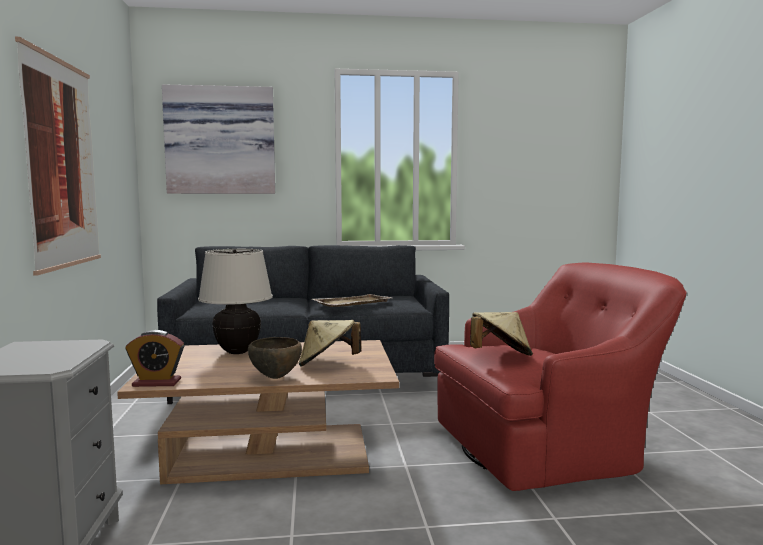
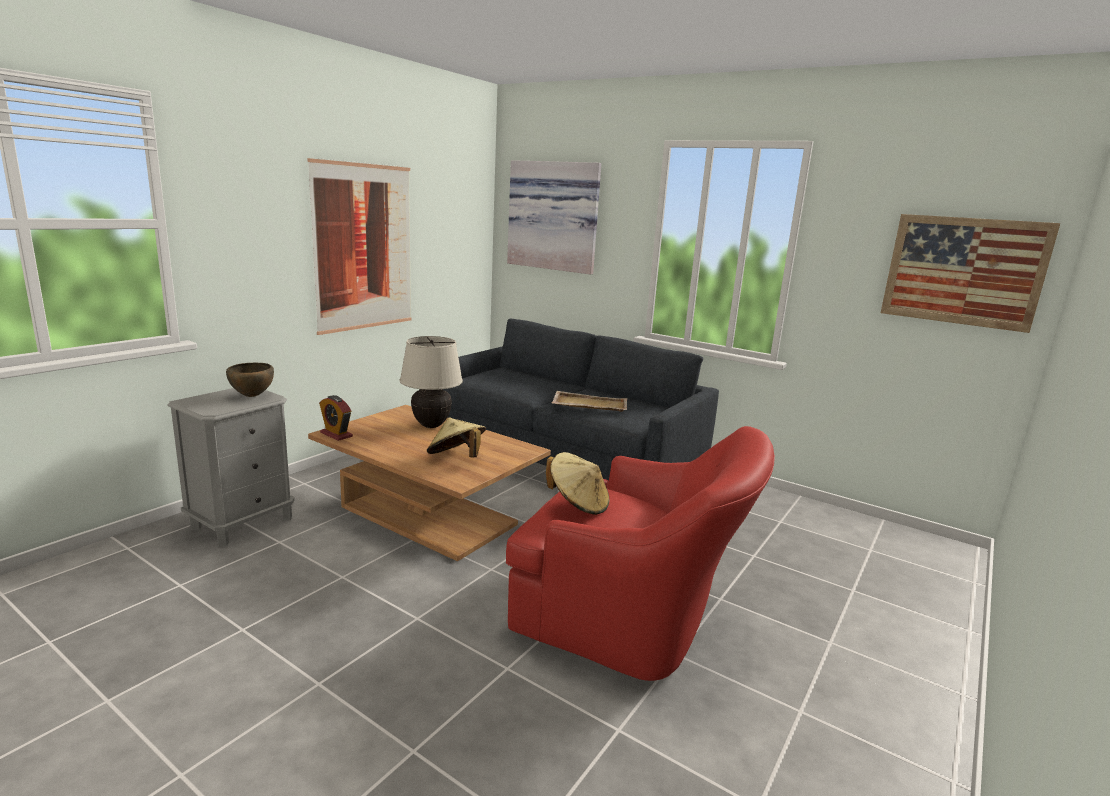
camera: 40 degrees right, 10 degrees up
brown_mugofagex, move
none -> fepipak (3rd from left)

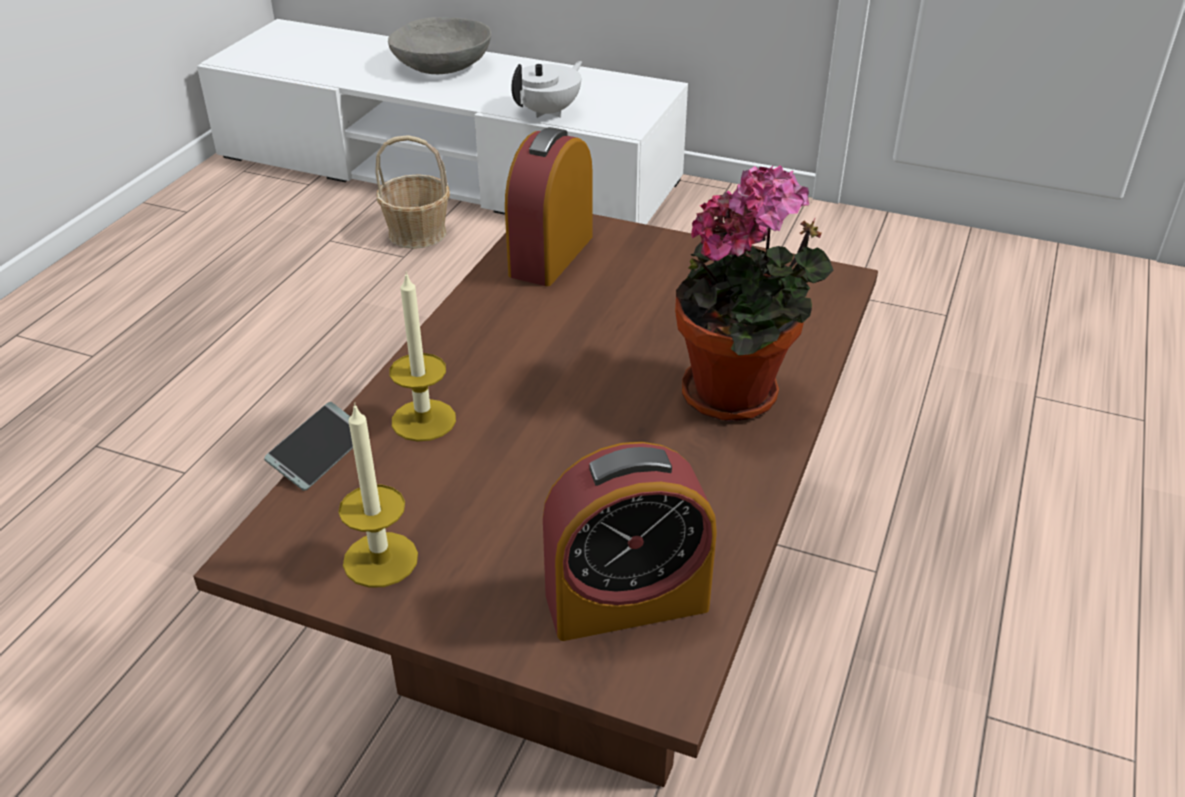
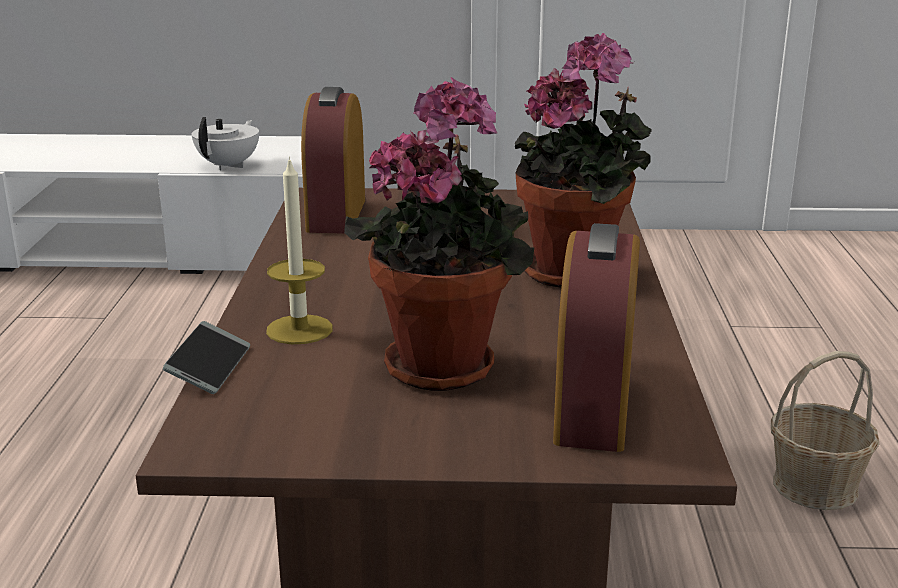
camera: 20 degrees left, 15 degrees down
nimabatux (1st from left) -> none
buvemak, move
grey_mugofagex -> none
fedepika (2nd from left), 135 degrees clockwise
none -> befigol (1st from left)

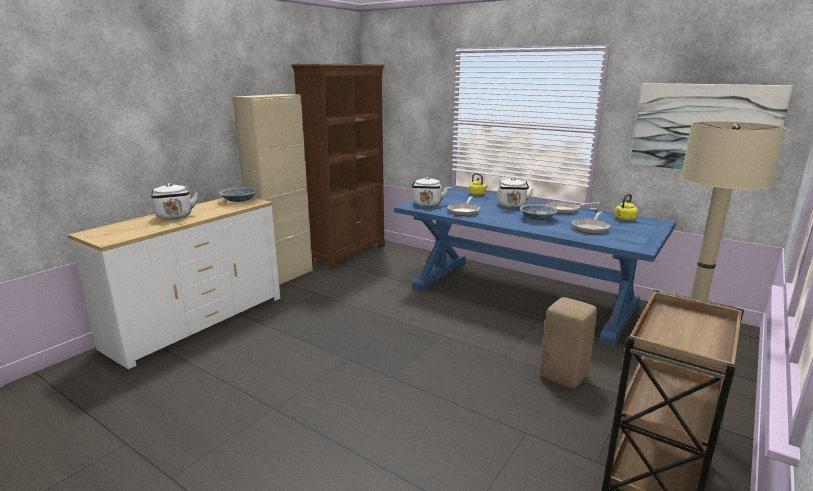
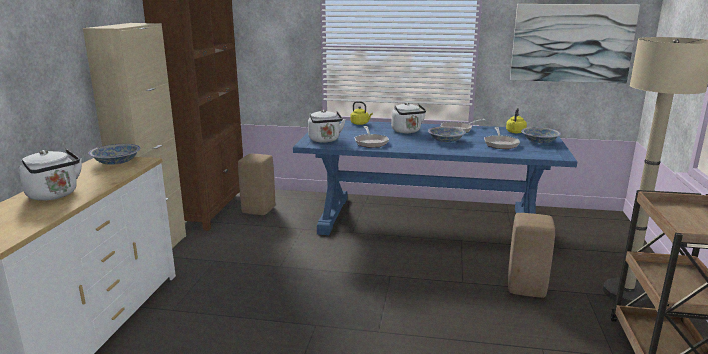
camera: 25 degrees left, 0 degrees up
none -> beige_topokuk (1st from left)
none -> mugofagex (3rd from left)

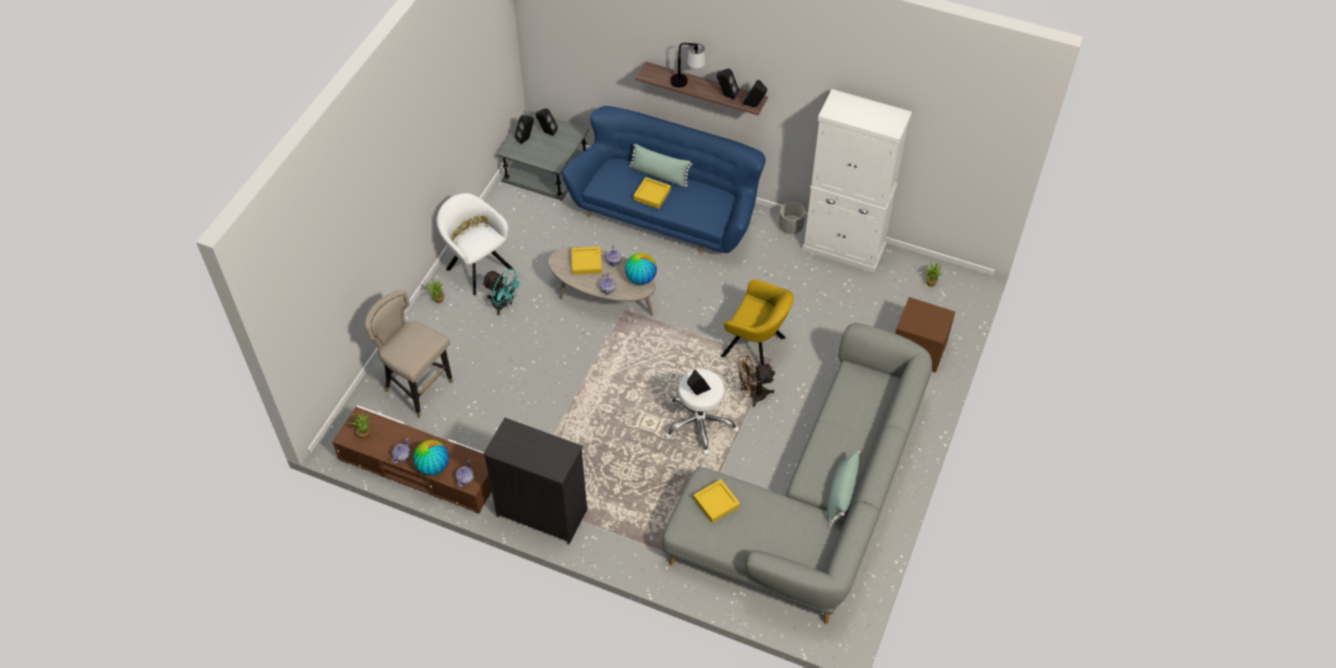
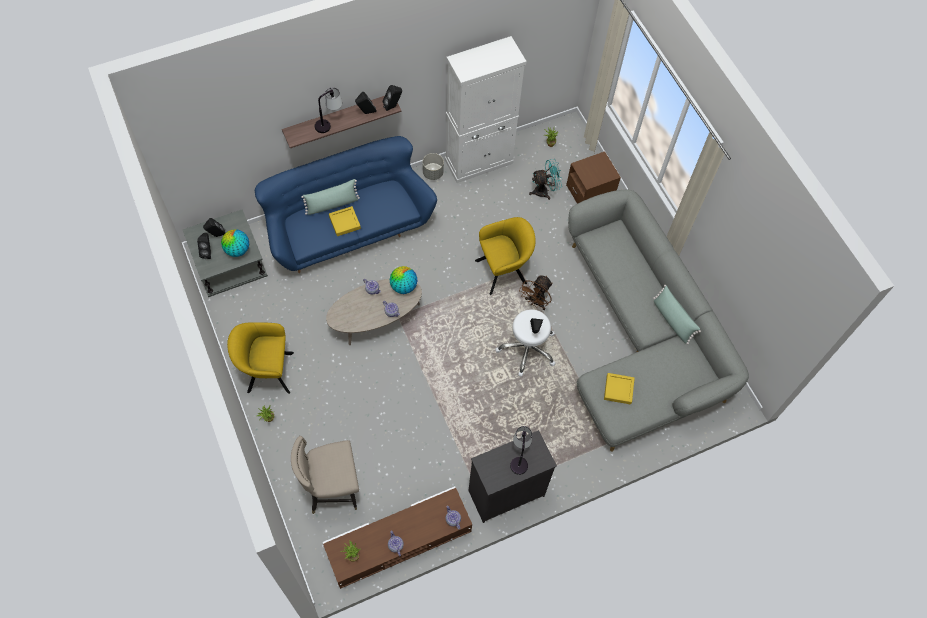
camera: 50 degrees left, 10 degrees up
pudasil (1st from left), move
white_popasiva -> yellow_popasiva (1st from left)
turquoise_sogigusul, move
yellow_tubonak (1st from left) -> none
none -> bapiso (2nd from left)

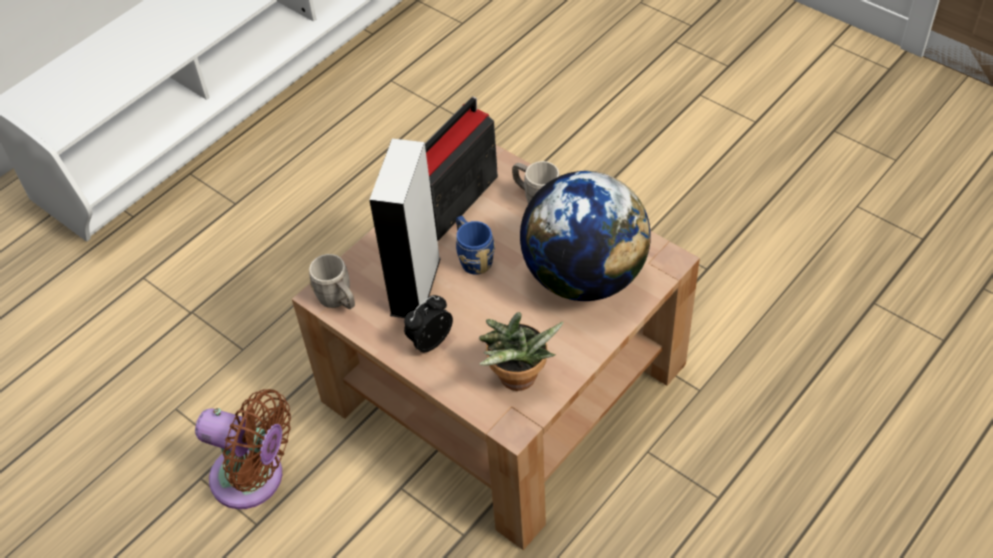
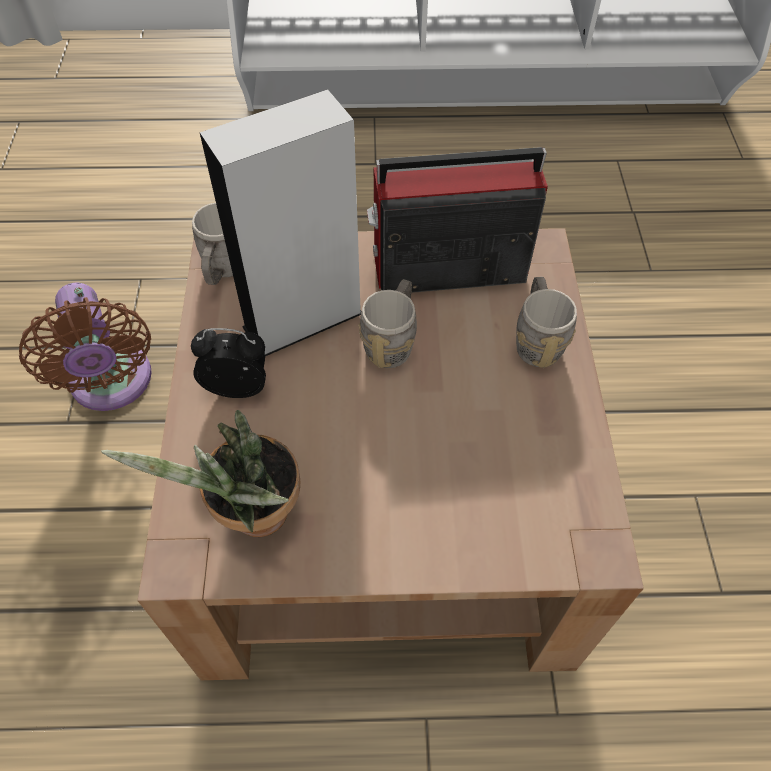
camera: 45 degrees right, 5 degrees up
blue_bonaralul -> grey_bonaralul (2nd from left)
pudasil -> none

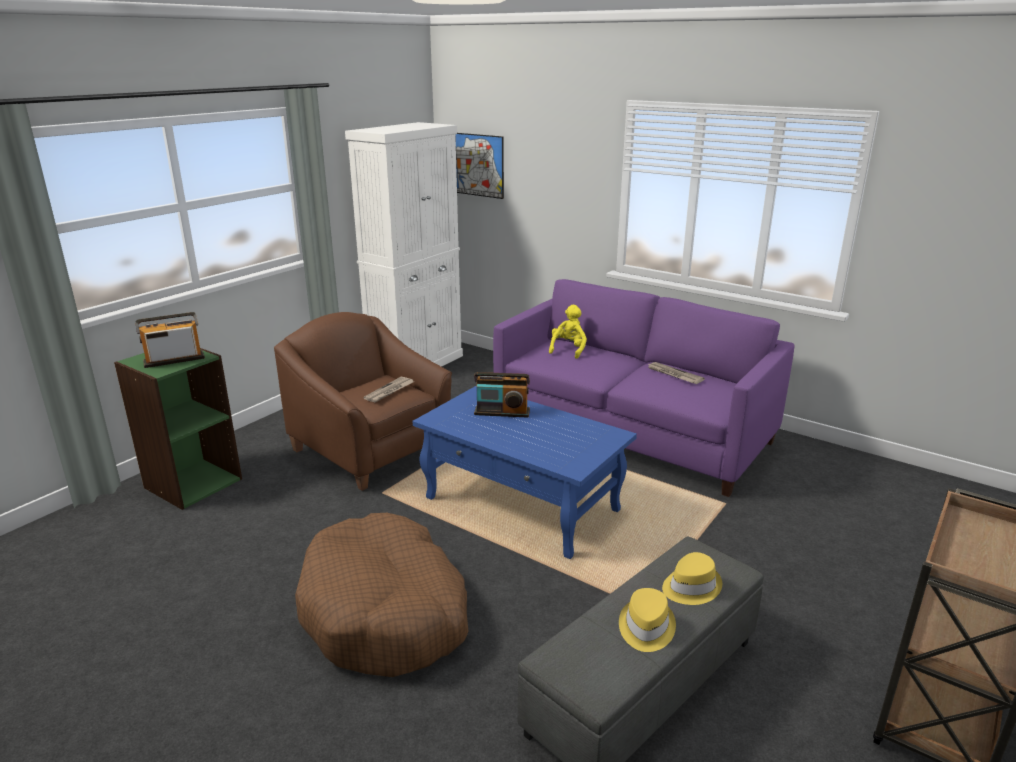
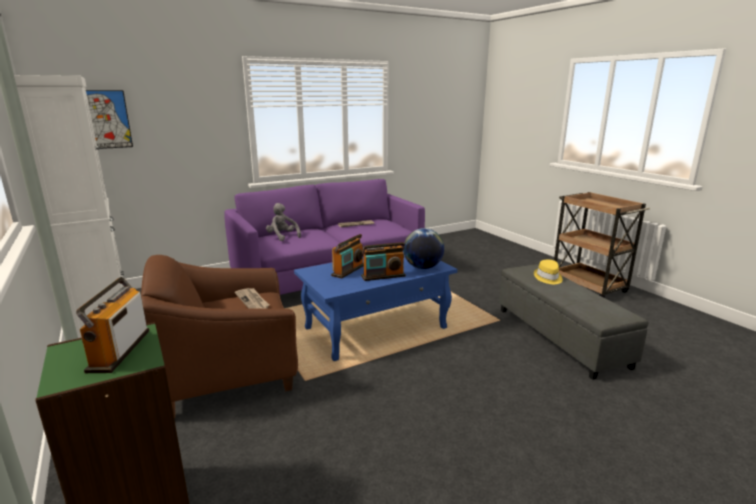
camera: 65 degrees left, 5 degrees down
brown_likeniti -> none
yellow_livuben -> grey_livuben
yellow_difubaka (1st from left) -> none
none -> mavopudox (3rd from left)
none -> pudasil

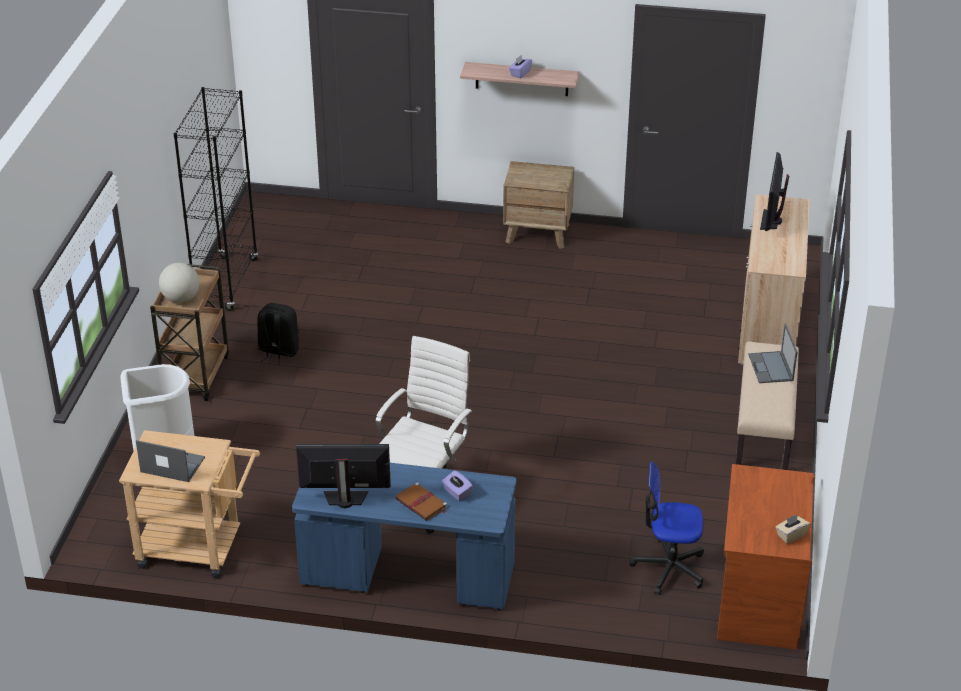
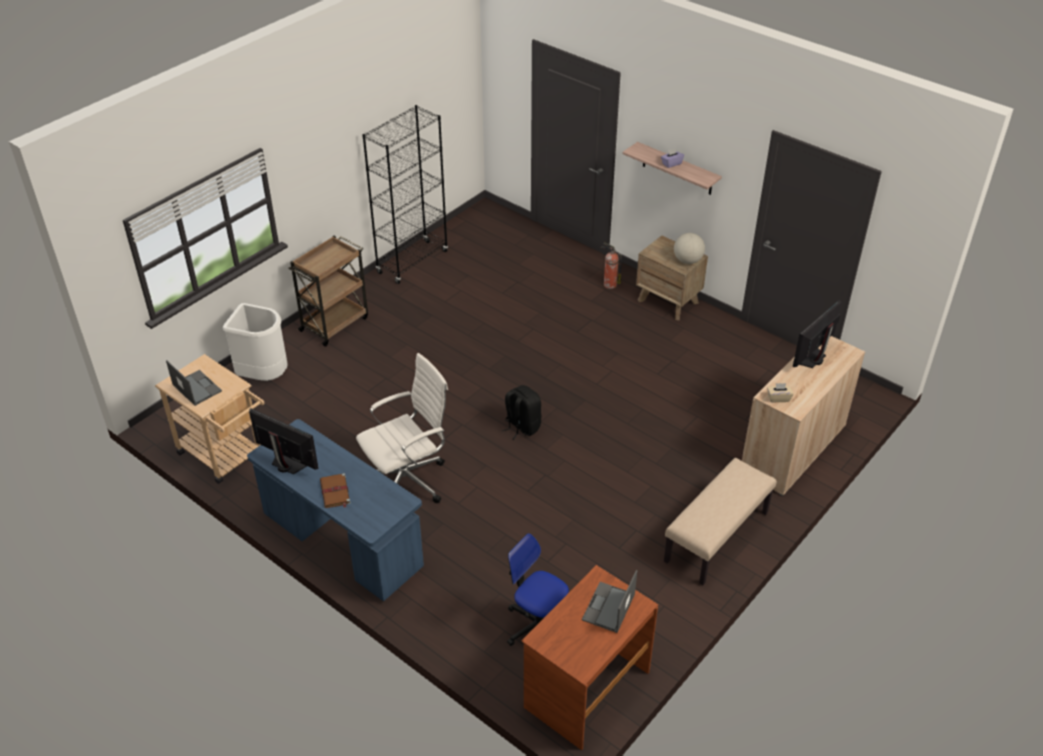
camera: 30 degrees right, 5 degrees up
pudasil, move
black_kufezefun, move
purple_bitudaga (1st from left) -> none
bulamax (2nd from left), move
beige_bitudaga, move
none -> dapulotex

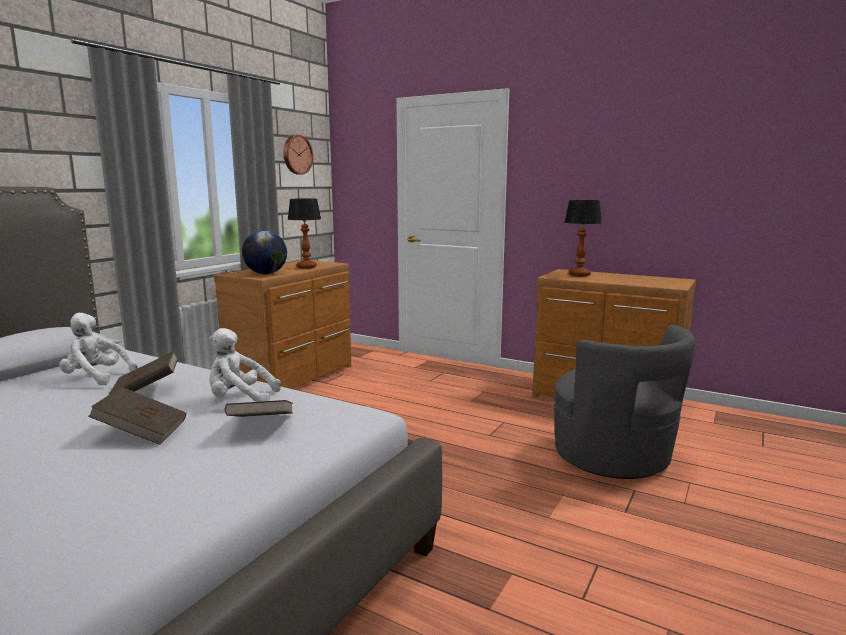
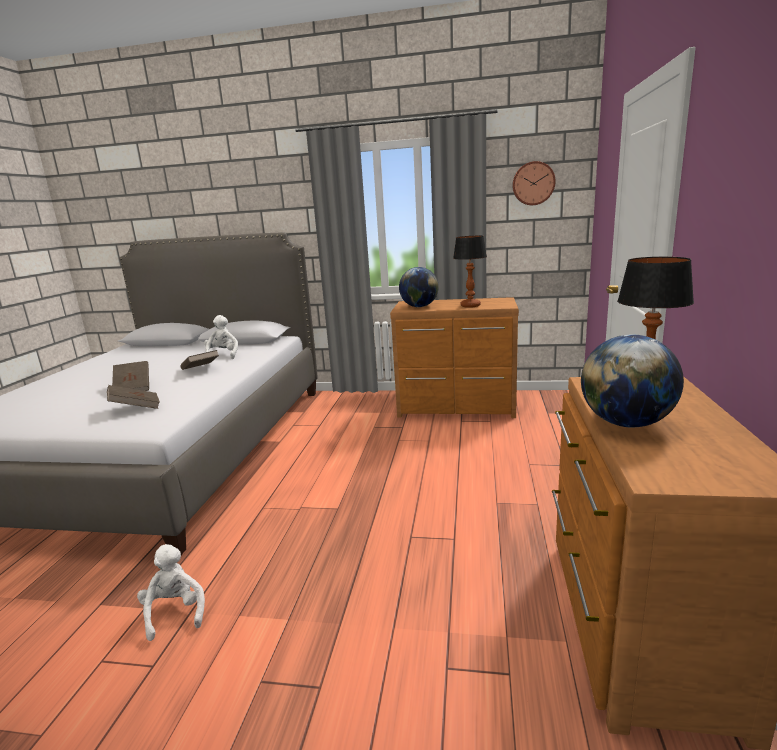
camera: 70 degrees right, 5 degrees up
white_livuben (2nd from left in the first image) -> white_livuben (1st from left), move
grey_popasiva -> none
none -> pudasil (2nd from left)

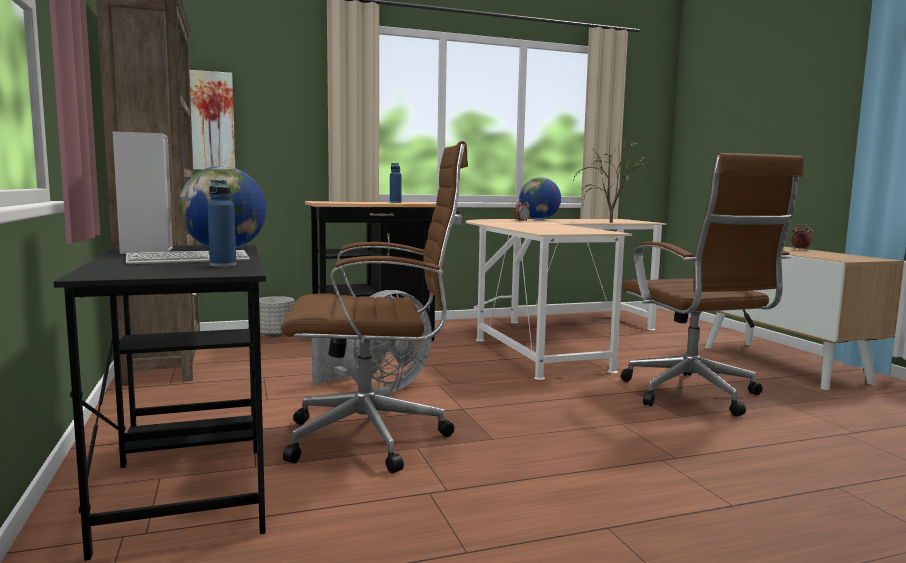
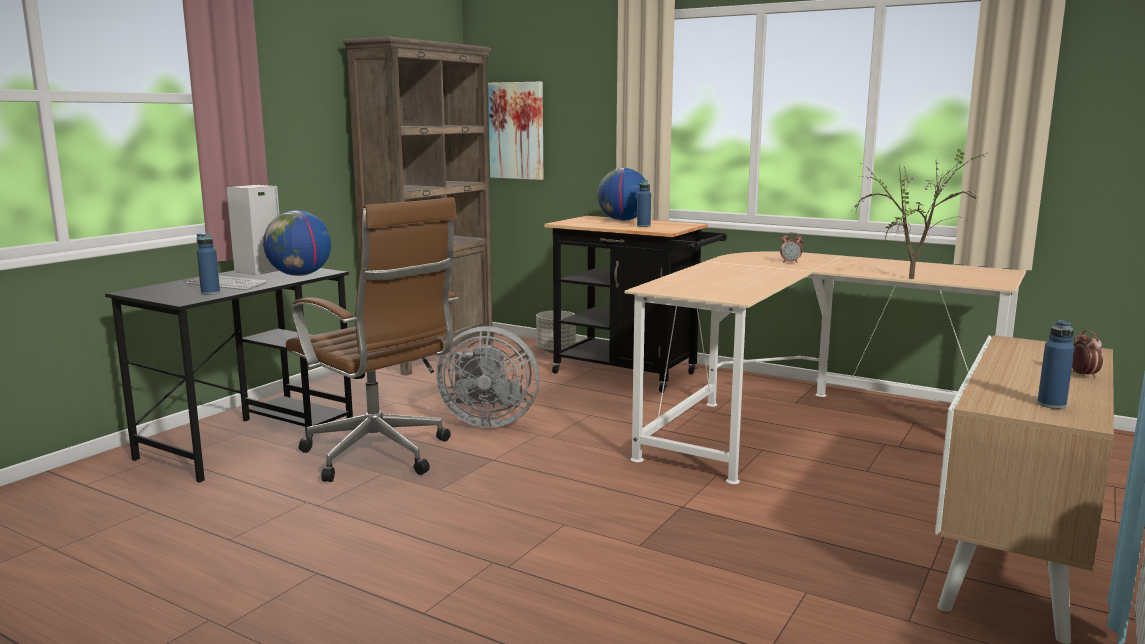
camera: 50 degrees right, 5 degrees up
pudasil (2nd from left), move
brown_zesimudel (2nd from left) -> none
none -> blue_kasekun (3rd from left)

